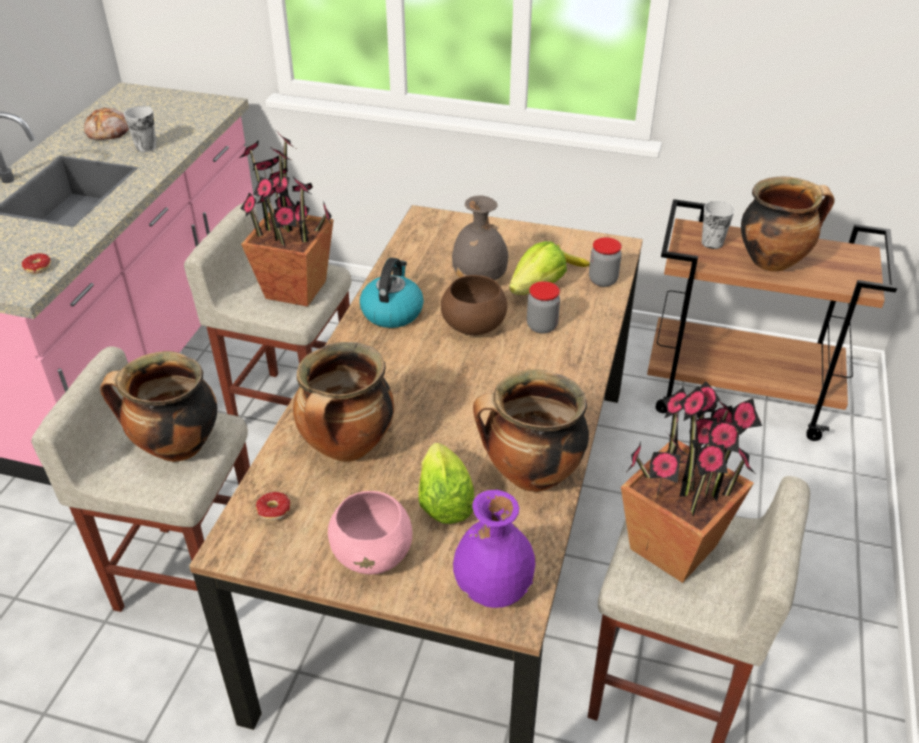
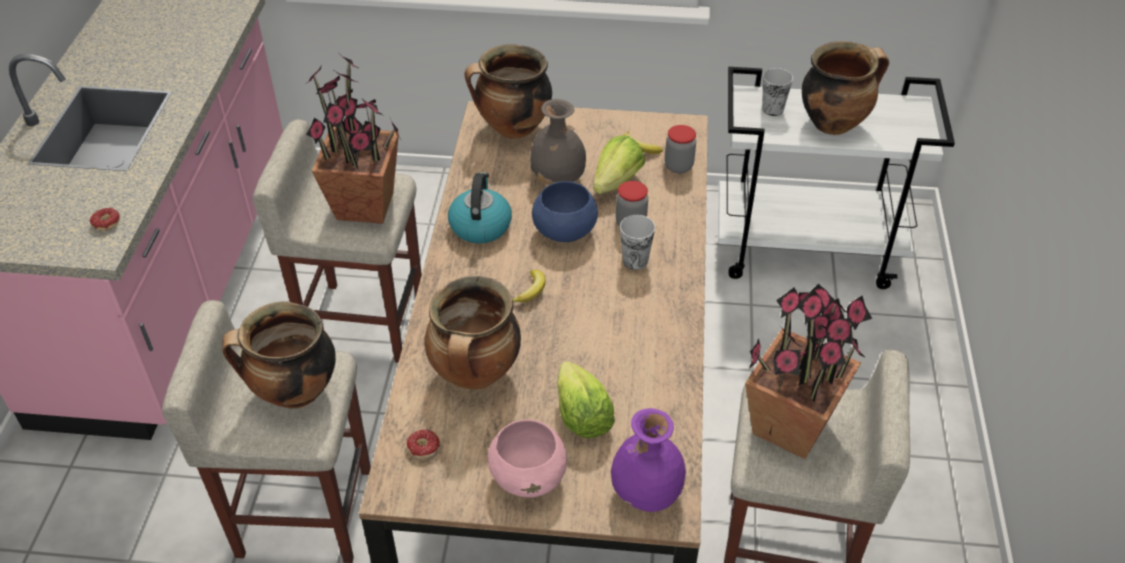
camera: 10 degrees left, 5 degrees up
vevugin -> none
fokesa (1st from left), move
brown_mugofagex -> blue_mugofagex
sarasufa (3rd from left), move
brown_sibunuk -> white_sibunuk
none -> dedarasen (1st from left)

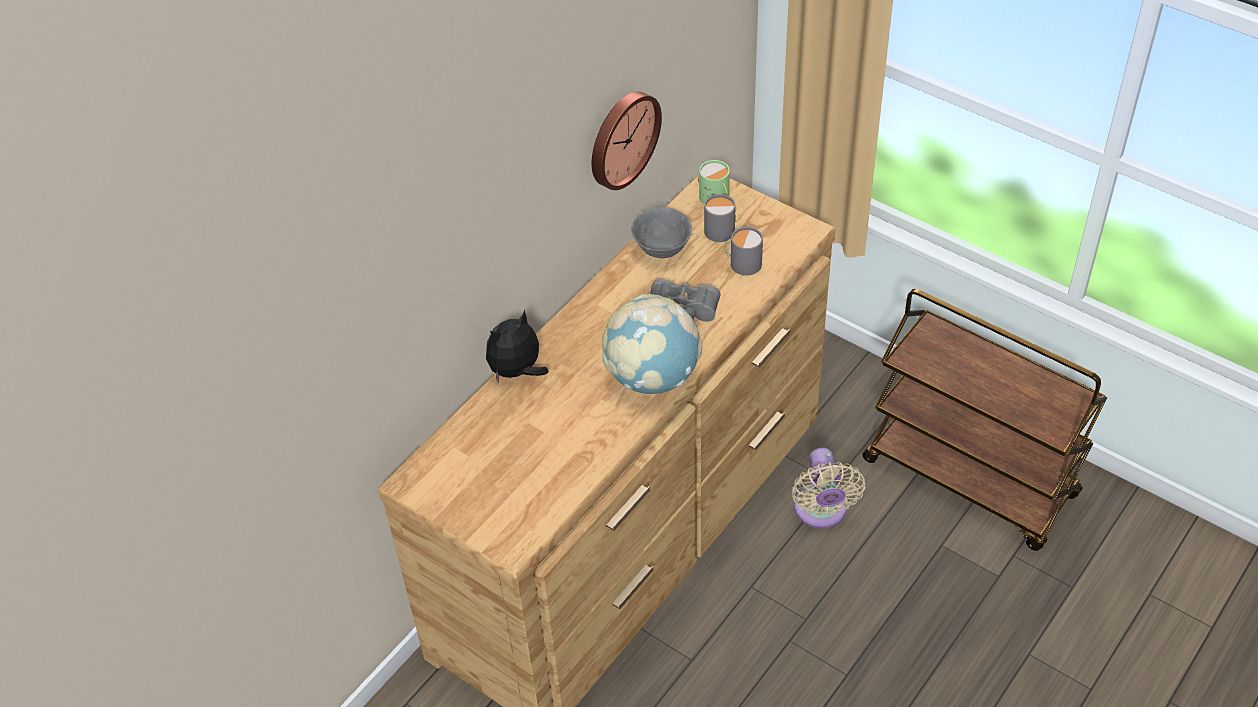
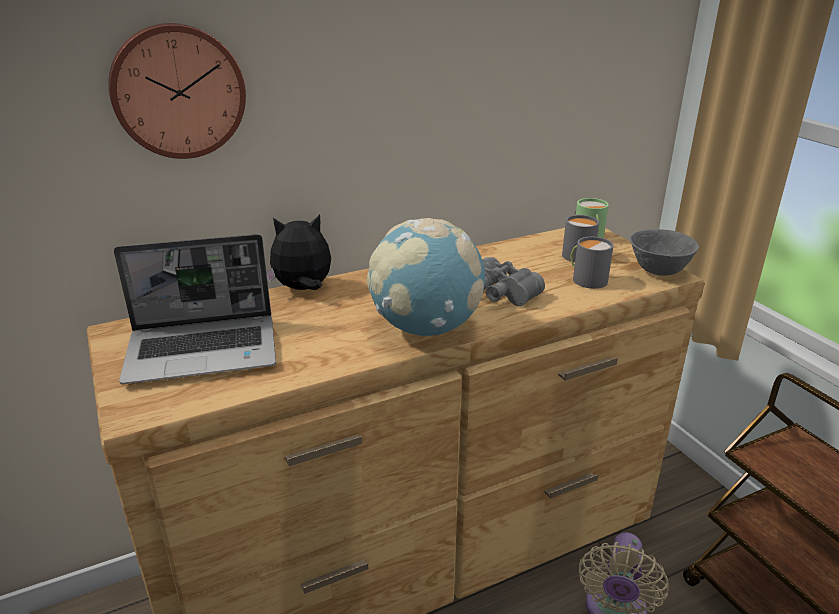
camera: 25 degrees right, 20 degrees down
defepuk, move
grey_mugofagex, move
none -> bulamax

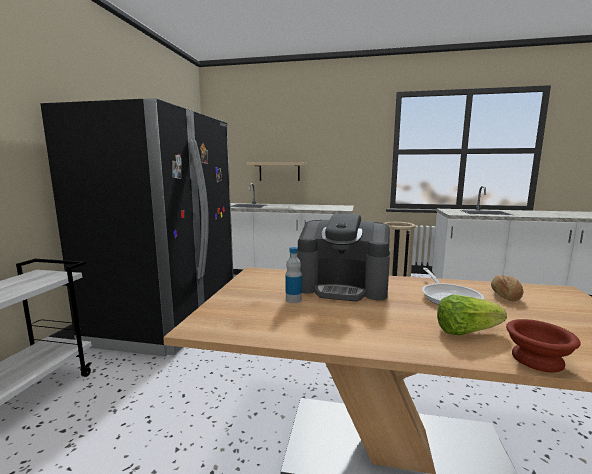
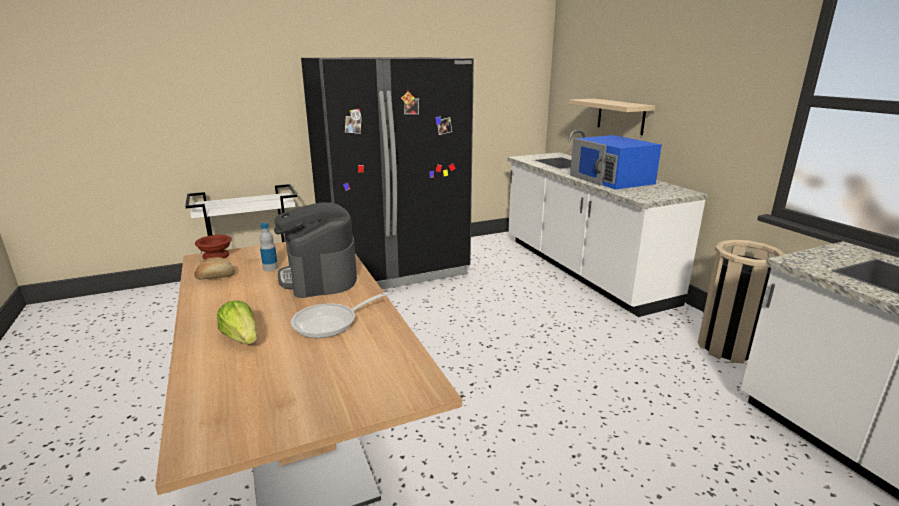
camera: 55 degrees right, 10 degrees up
vevugin, move
brown_mugofagex, move
none -> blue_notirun

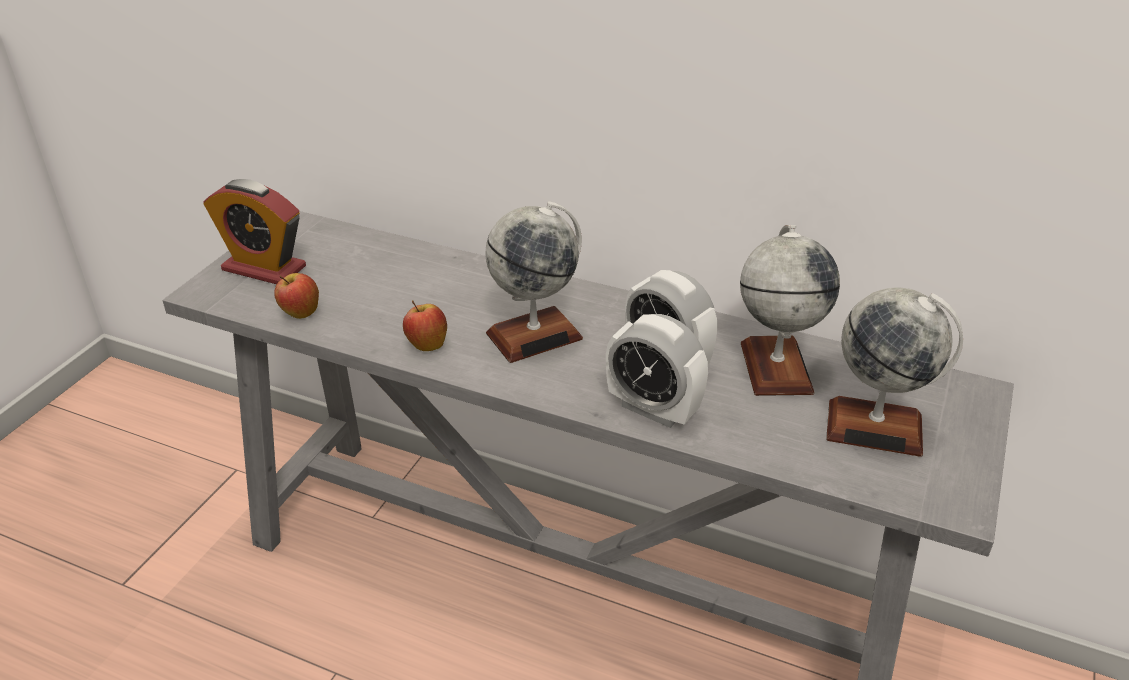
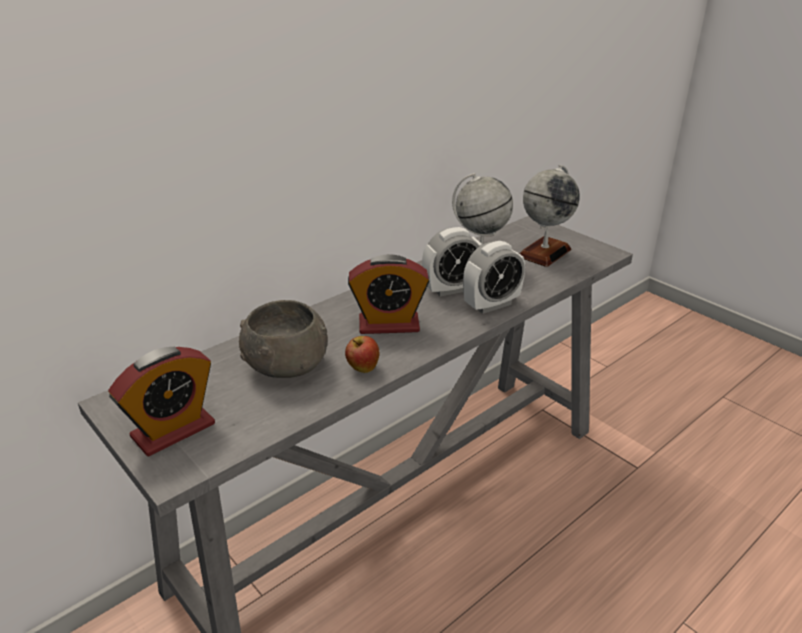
camera: 65 degrees left, 5 degrees down
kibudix (1st from left) -> none
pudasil (1st from left) -> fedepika (2nd from left)
none -> grey_mugofagex

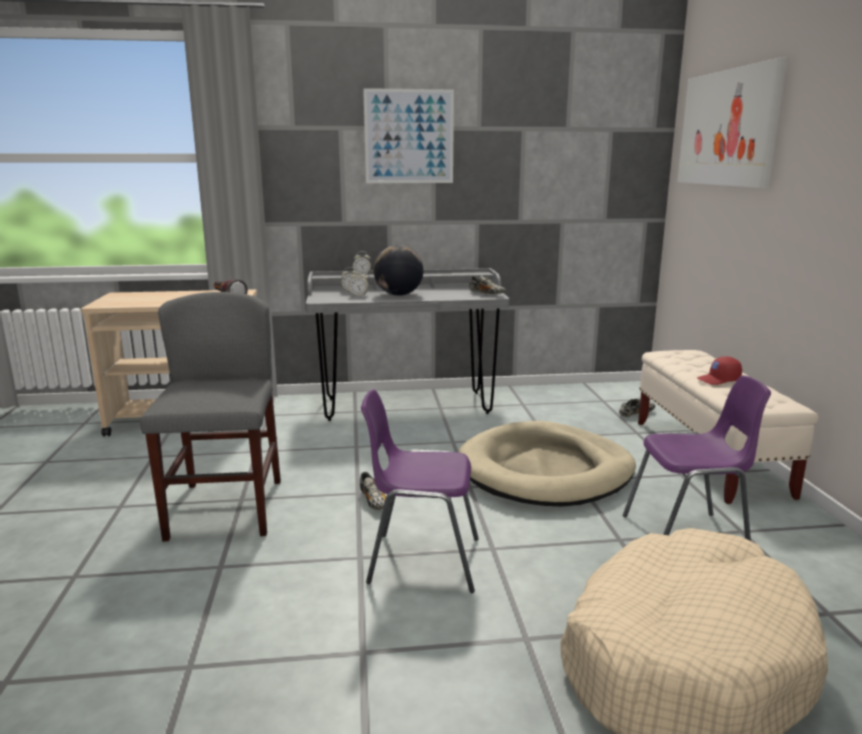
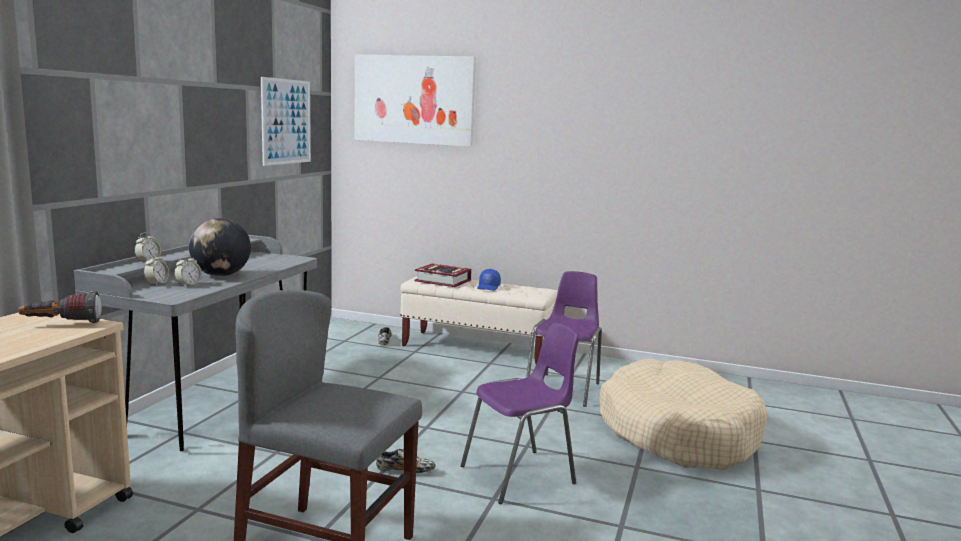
camera: 65 degrees left, 5 degrees down
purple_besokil (1st from left), 150 degrees counterclockwise
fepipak (1st from left), move
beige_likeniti (1st from left) -> none
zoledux (2nd from left) -> none
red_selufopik -> blue_selufopik
none -> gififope

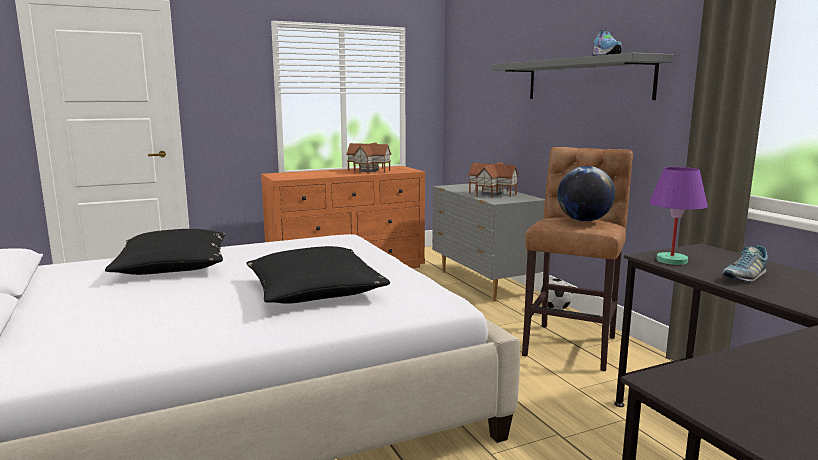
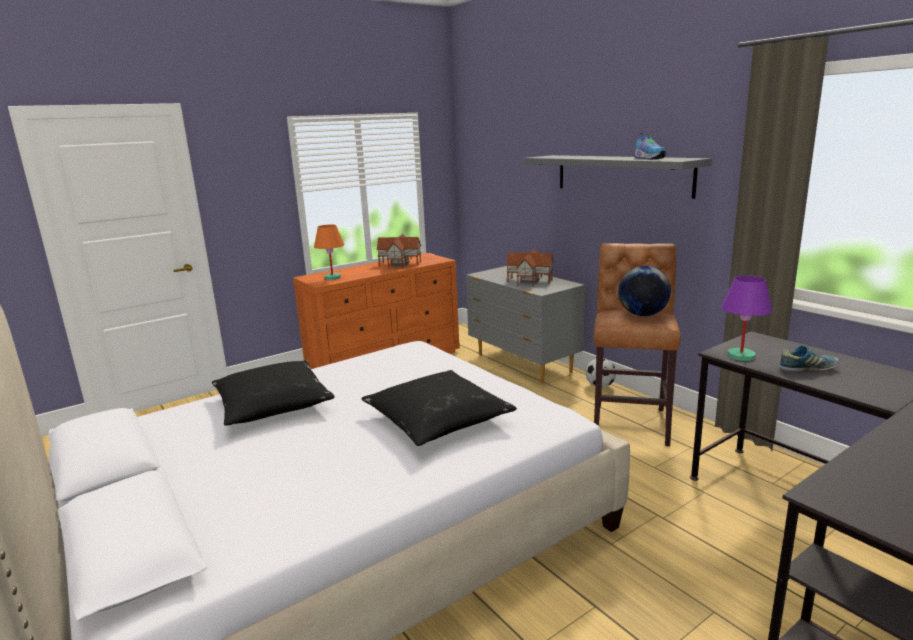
camera: 10 degrees left, 5 degrees up
zoledux (2nd from left), 135 degrees counterclockwise
none -> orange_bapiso

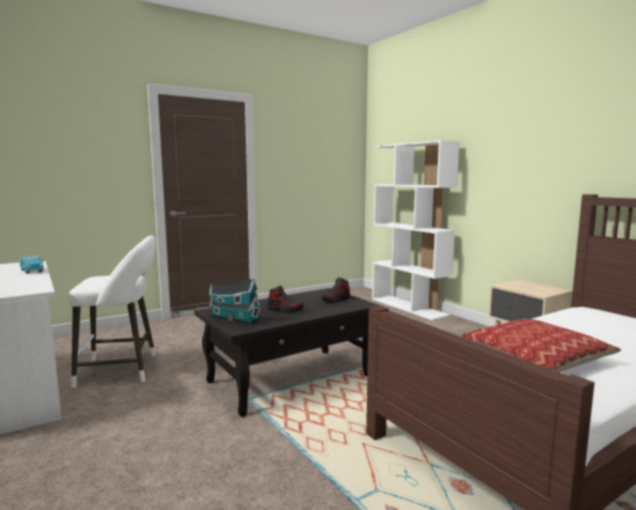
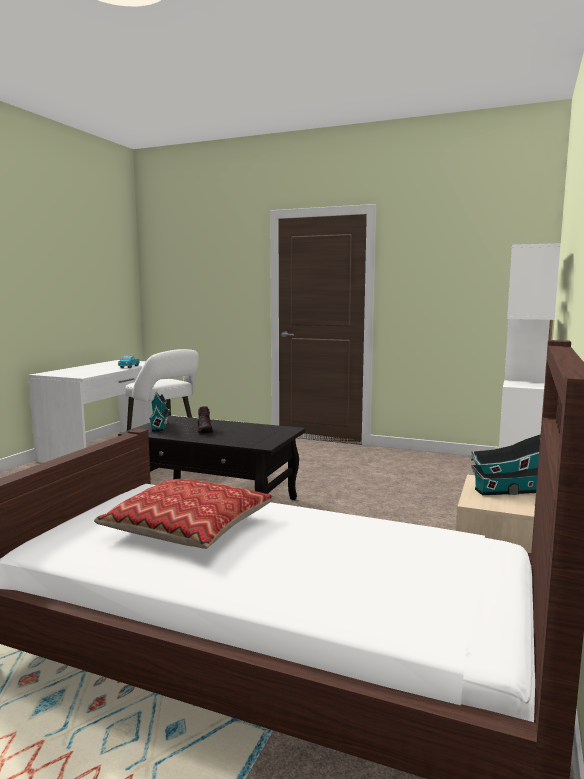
camera: 55 degrees right, 0 degrees up
zoledux (2nd from left) -> none
none -> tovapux (2nd from left)

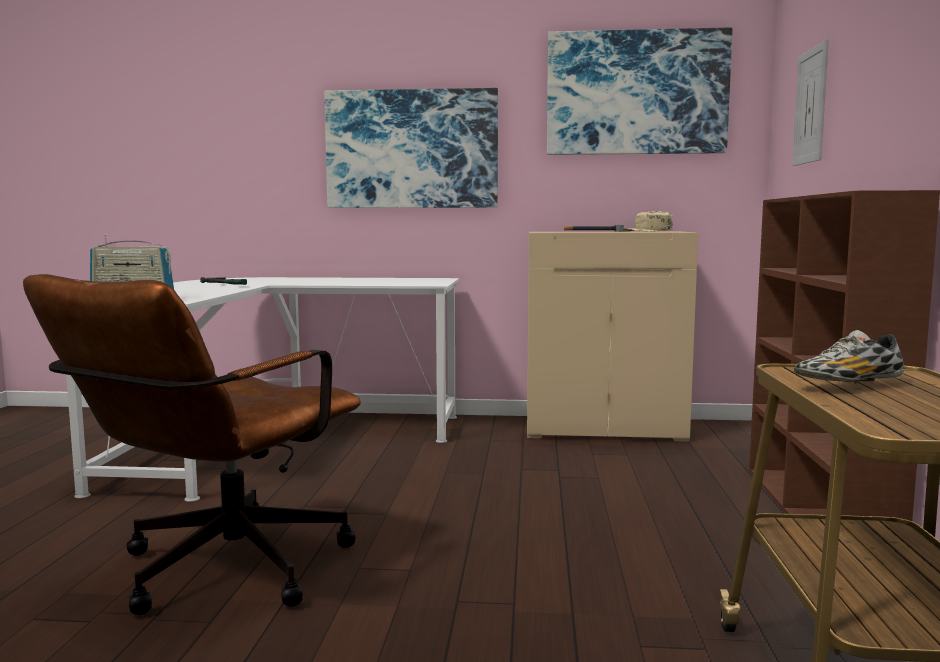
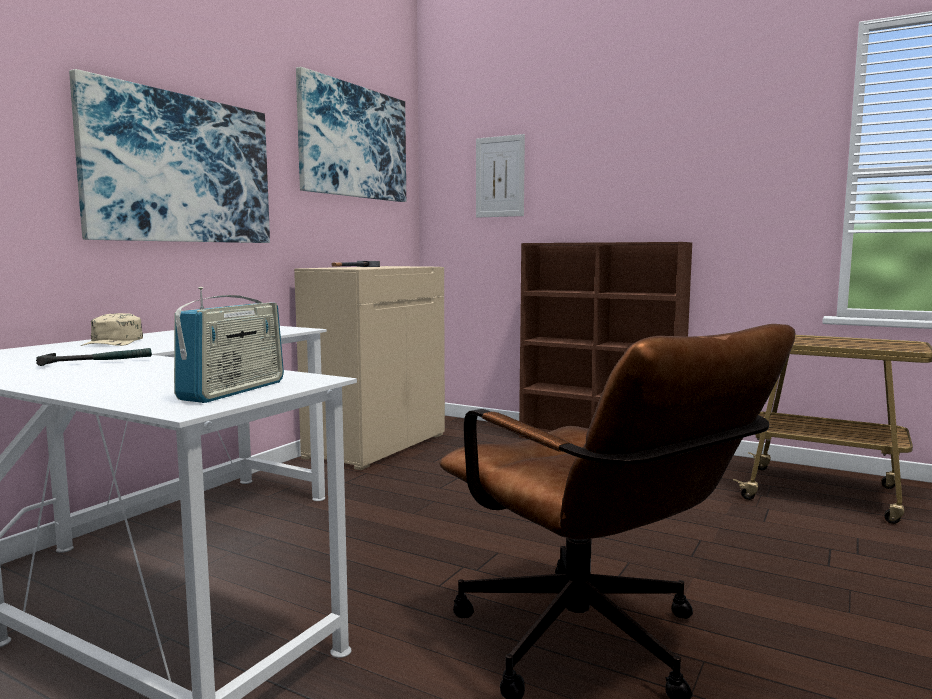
camera: 65 degrees left, 0 degrees up
beige_selufopik, move
zoledux -> none

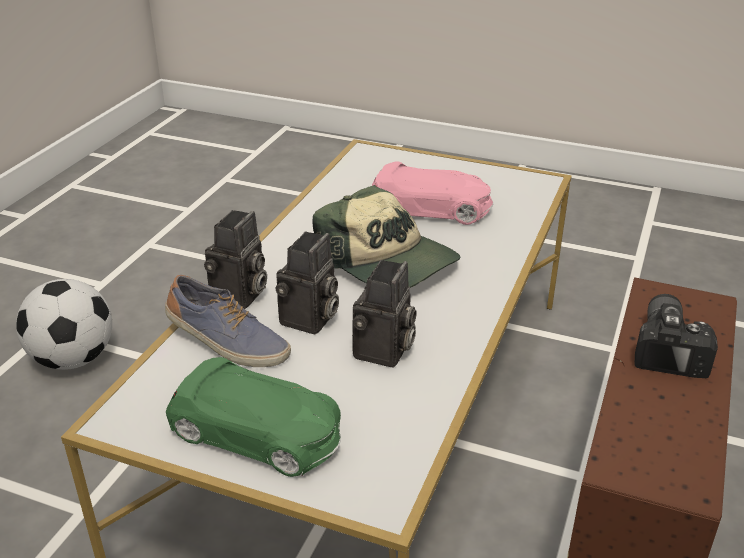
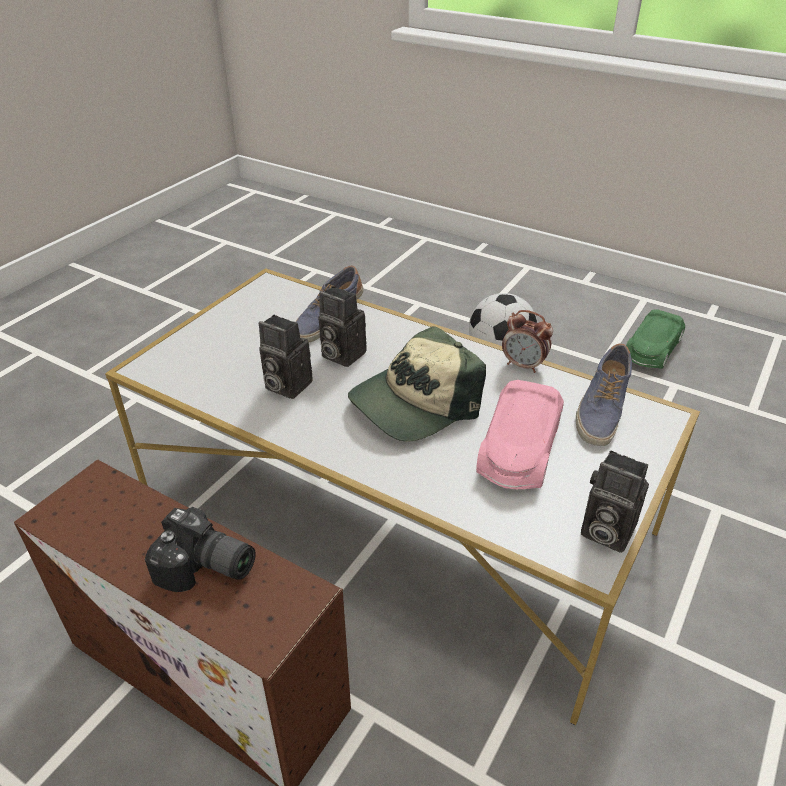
camera: 100 degrees right, 5 degrees up
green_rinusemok, move
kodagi (1st from left in the first image) -> kodagi (4th from left), move
none -> fedepika
none -> zoledux (2nd from left)

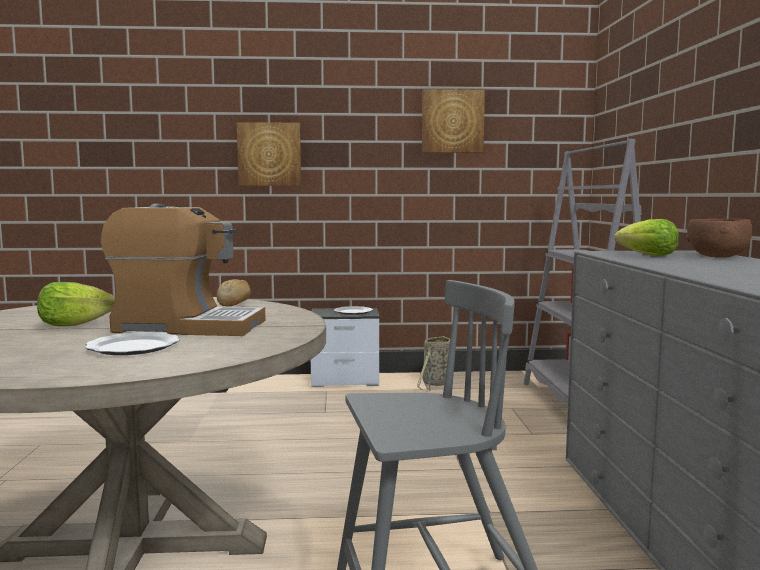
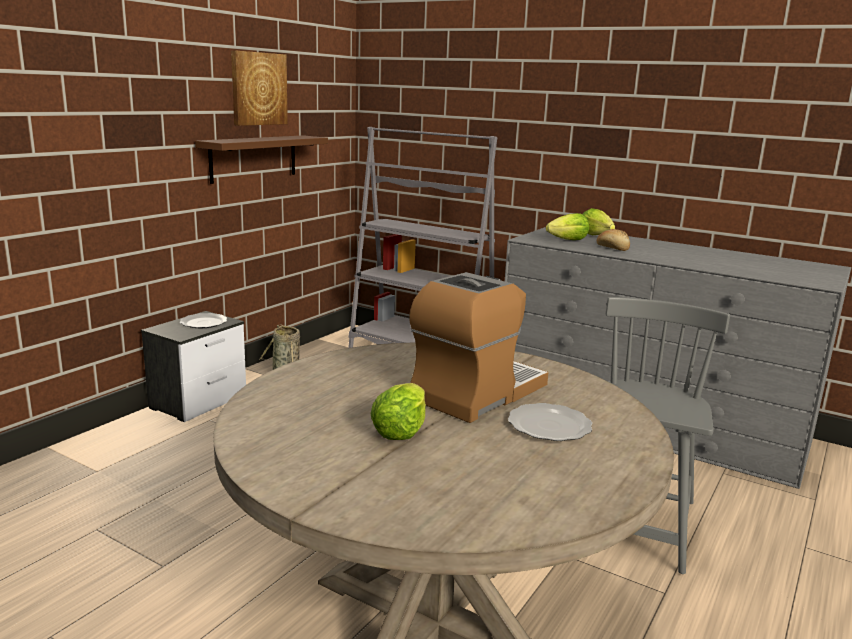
camera: 55 degrees left, 10 degrees up
vevugin, move
fepipak (1st from left) -> none
brown_mugofagex -> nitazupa (3rd from left)
none -> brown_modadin

